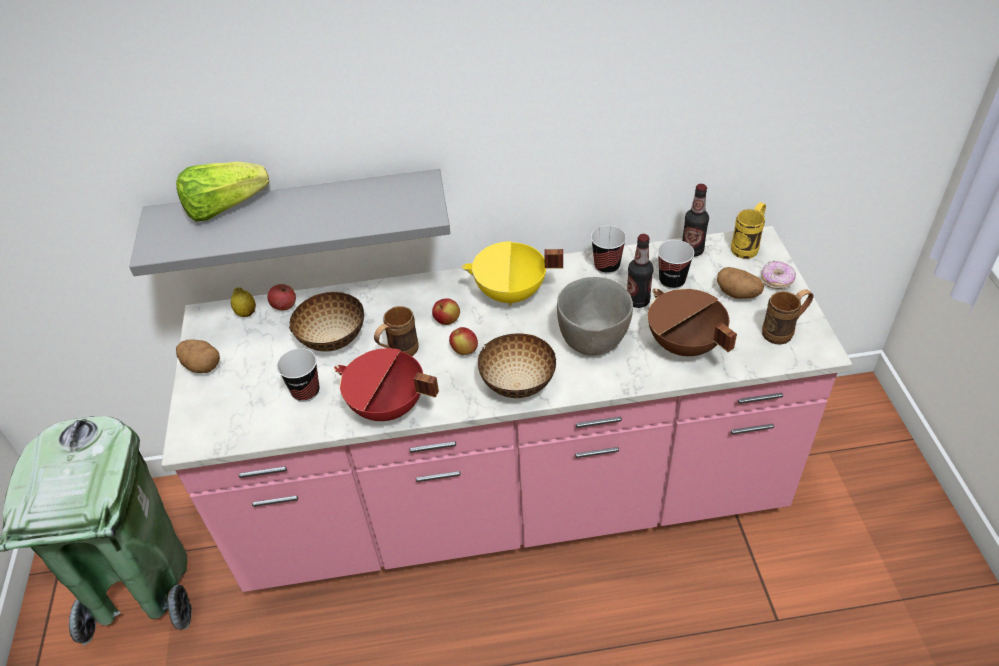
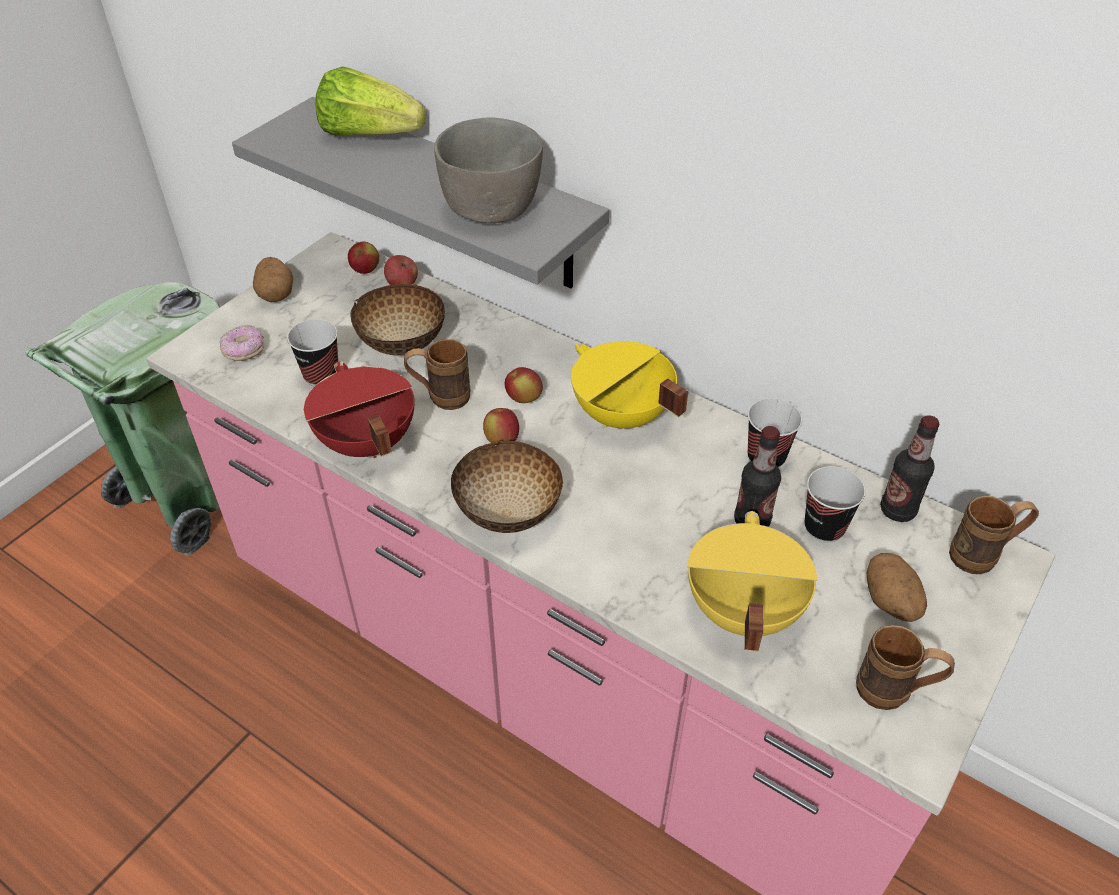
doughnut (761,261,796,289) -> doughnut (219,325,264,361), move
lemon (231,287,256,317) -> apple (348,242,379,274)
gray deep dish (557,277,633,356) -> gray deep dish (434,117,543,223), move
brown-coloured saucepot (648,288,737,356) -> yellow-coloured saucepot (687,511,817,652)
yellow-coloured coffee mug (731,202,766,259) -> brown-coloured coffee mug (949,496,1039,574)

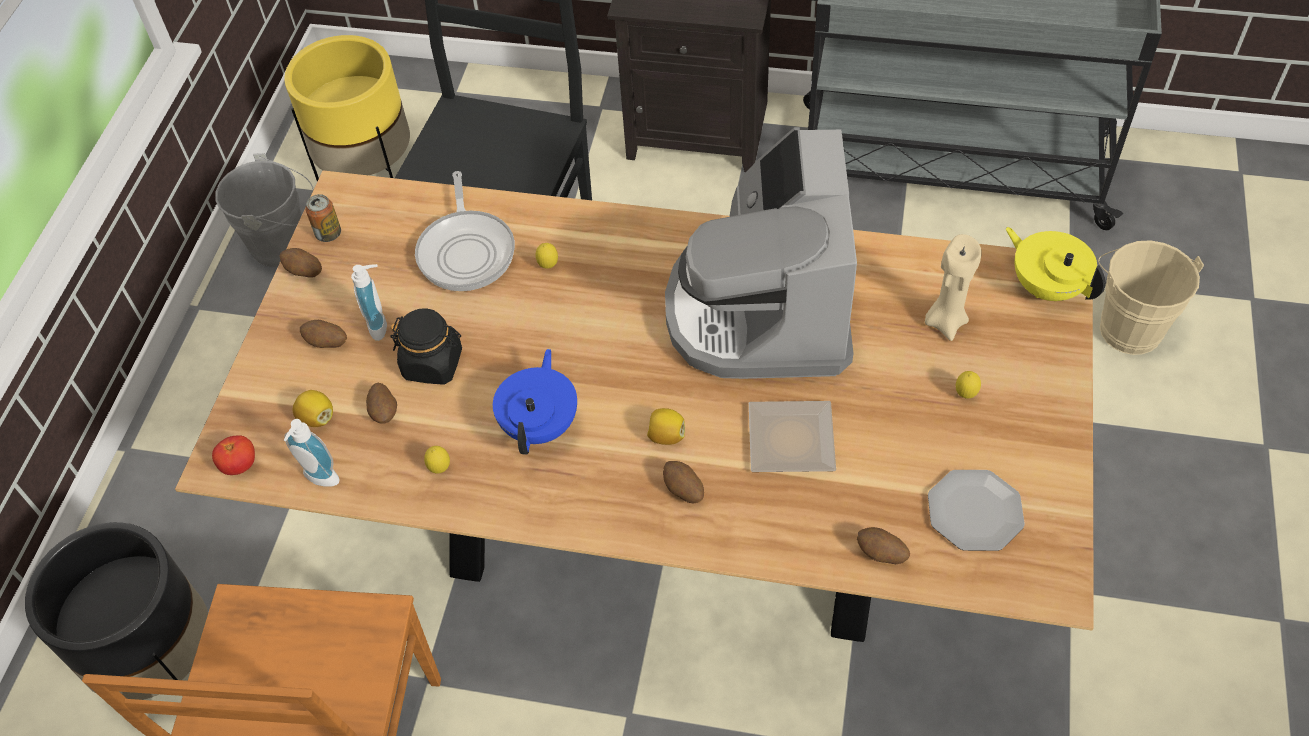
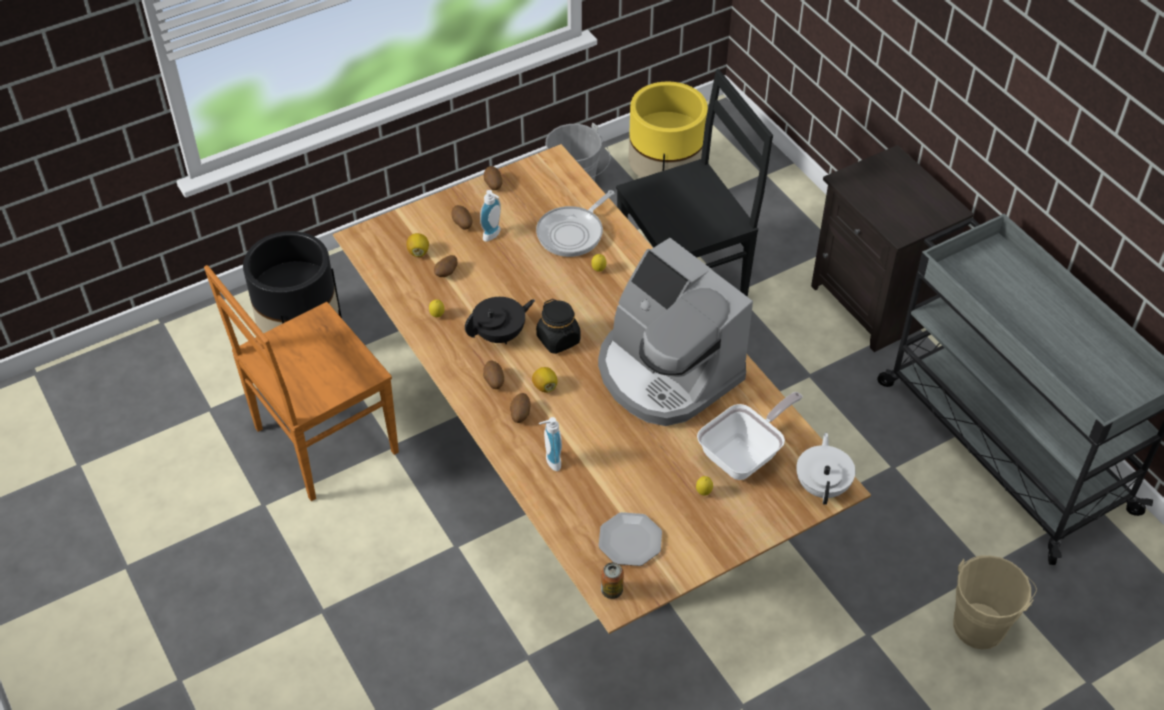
blue pot for tea (493,349,577,455) -> black-coloured pot for tea (465,297,535,344)
whole potato (857,527,910,564) -> whole potato (483,360,504,389), move
black-coloured preserve jar (390,308,462,385) -> black-coloured preserve jar (536,299,580,354), move
liquid soap bottle (284,419,340,487) -> liquid soap bottle (539,417,562,471), move
coffee brewer (665,127,857,379) -> coffee brewer (598,238,753,426), 90 degrees counterclockwise
metal can (306,194,341,242) -> metal can (601,562,624,599), move
beige wax candle (925,234,982,341) -> skillet (697,392,803,480)
yellow-coloured pot for tea (1005,227,1106,301) -> white pot for tea (796,433,855,505)
tomato (212,435,255,475) -> none
dinner plate (749,401,836,472) -> none

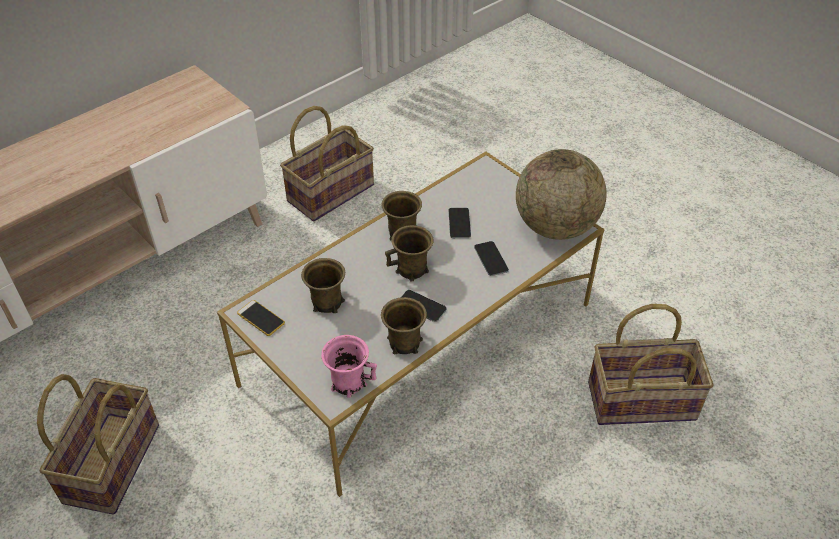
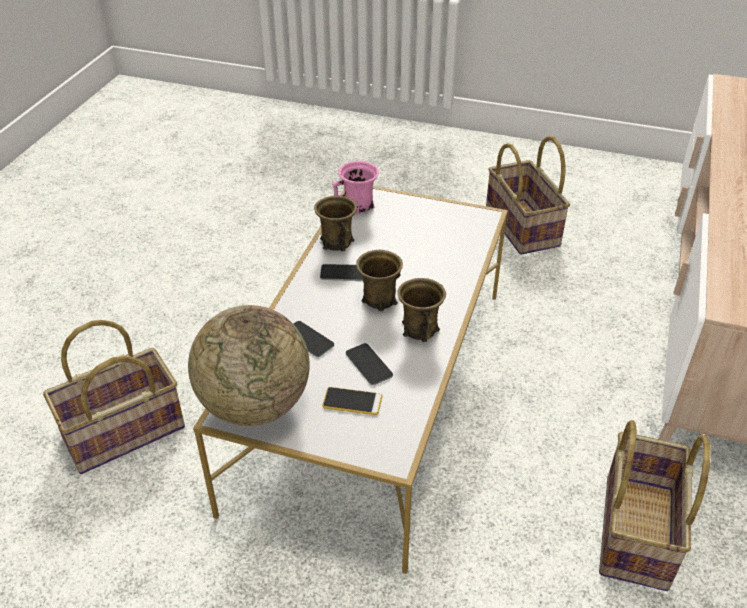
telephone (237,300,285,336) -> telephone (322,387,382,415), move
brown-coloured coffee mug (301,258,345,313) -> none

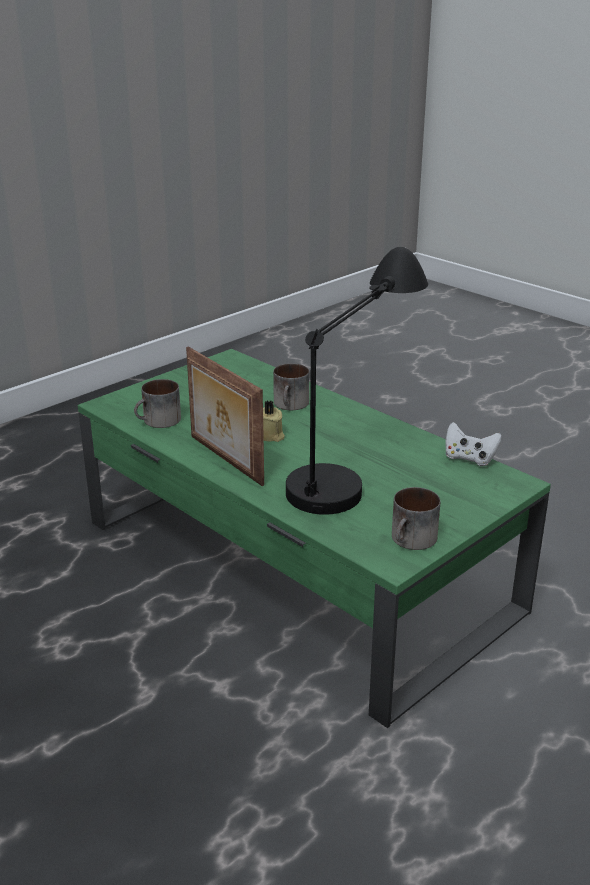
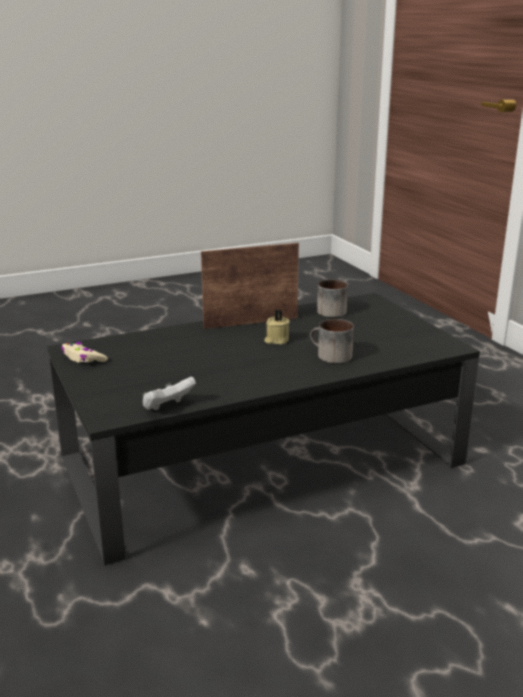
green lounge table (78,349,551,728) -> black-coloured lounge table (48,293,480,566)
coffee mug (392,487,440,550) -> beige gamepad (61,342,108,362)
black-coloured table lamp (286,247,428,515) -> none

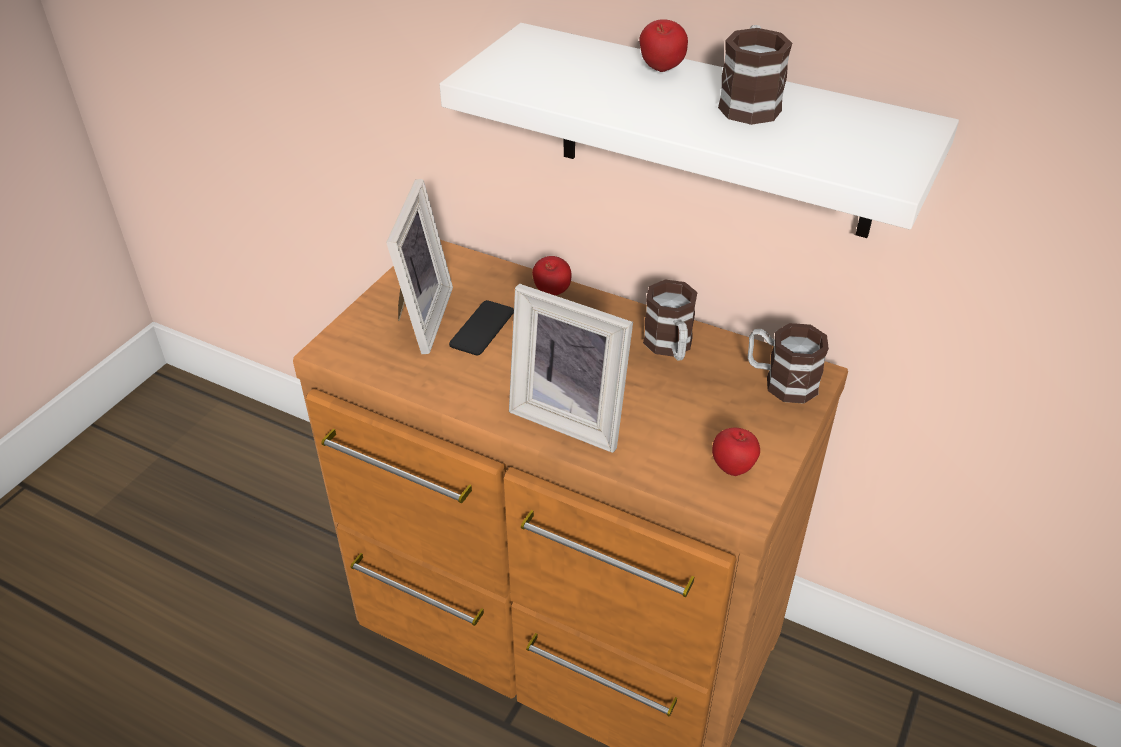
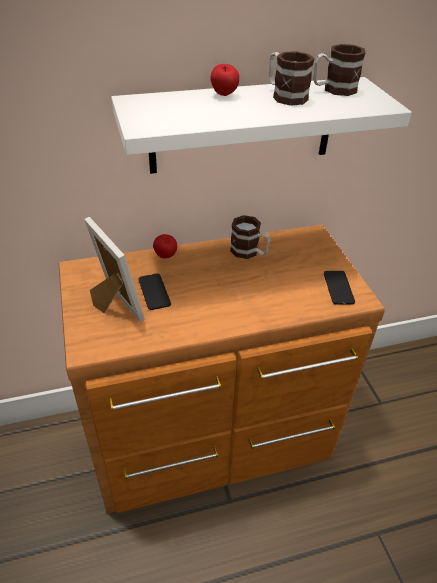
coffee mug (748,323,829,404) -> coffee mug (313,44,366,96), move
apple (712,427,760,476) -> telephone (324,271,355,305)
standing frame (509,284,633,453) -> none

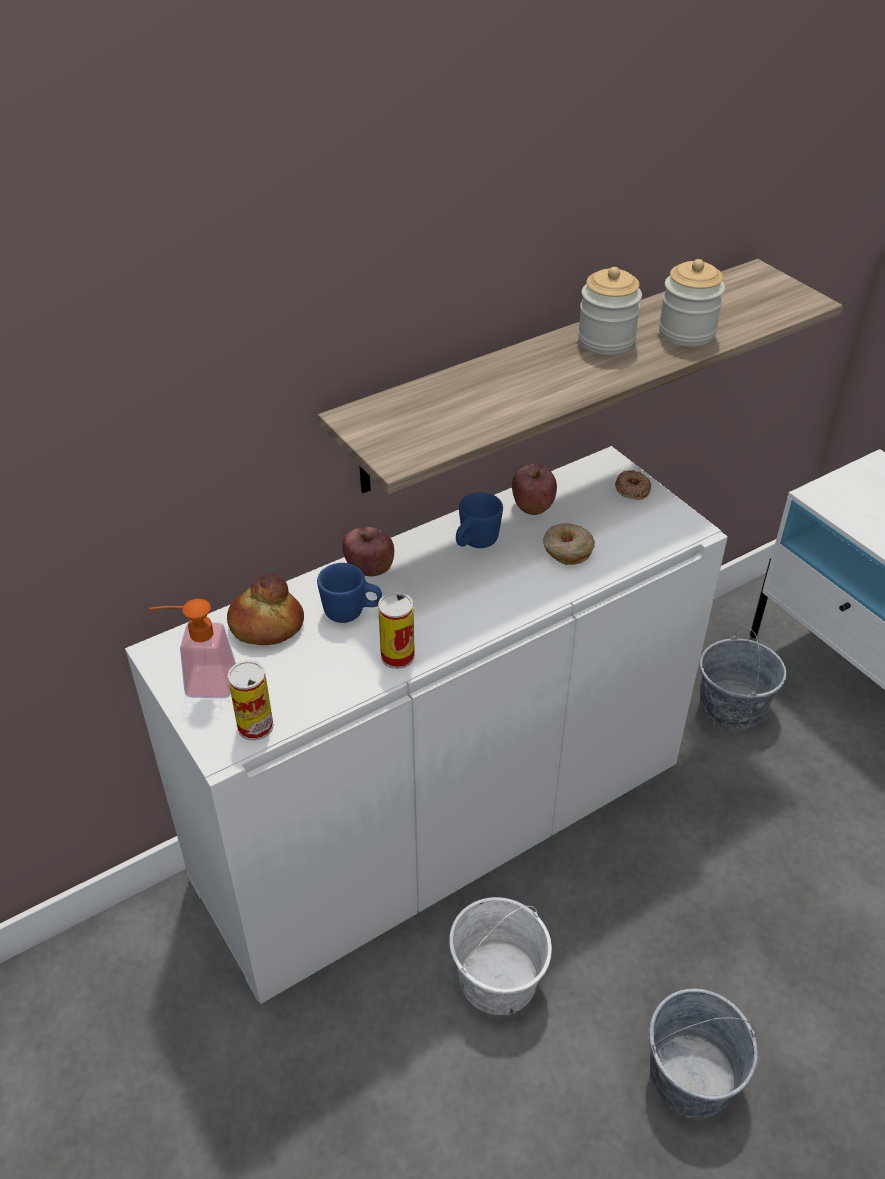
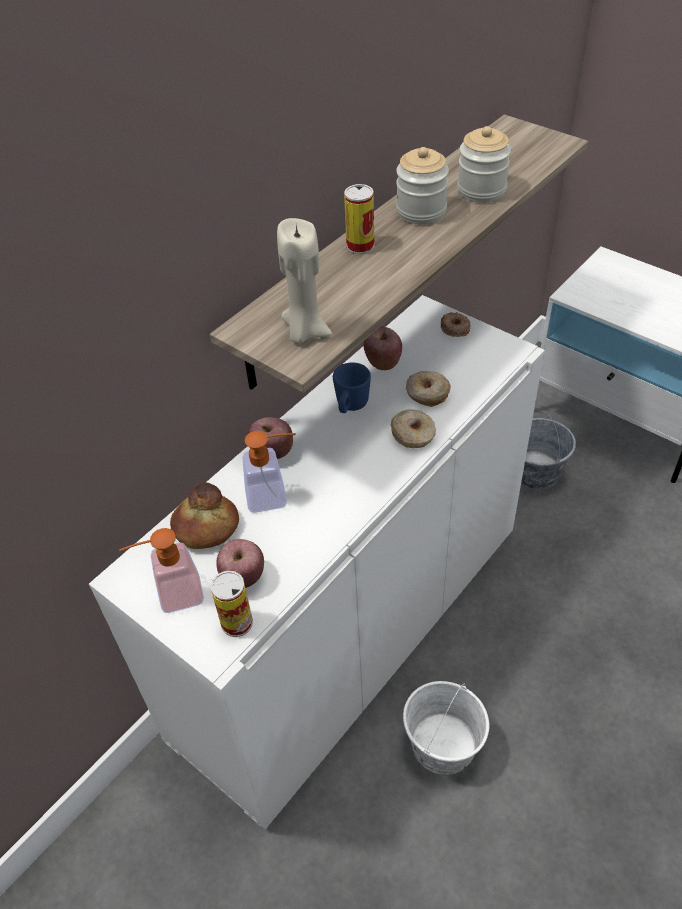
none -> apple (216,539,264,588)
blue coffee mug (317,563,382,623) -> liquid soap bottle (242,431,296,513)
none -> beige wax candle (277,218,332,344)
metal can (378,592,415,669) -> metal can (344,184,374,254), move
none -> doughnut (391,409,436,448)
gray pail (649,989,758,1117) -> none

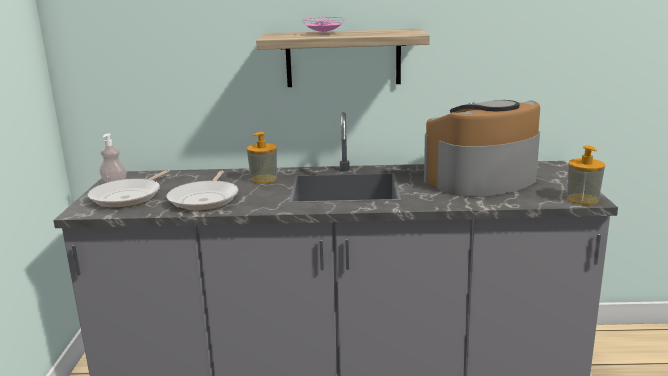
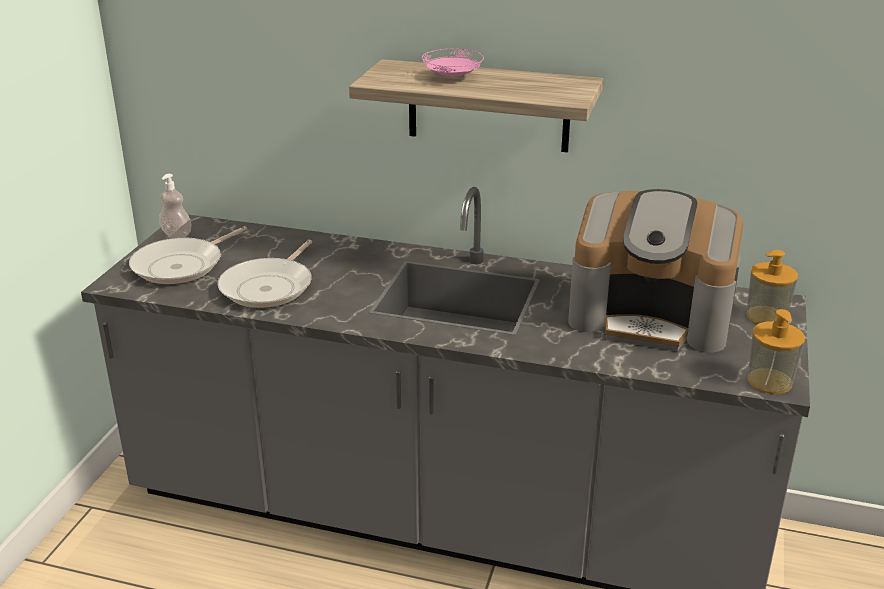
coffee brewer (424,100,540,197) -> coffee brewer (568,189,743,353), 150 degrees counterclockwise
liquid soap bottle (247,132,277,184) -> liquid soap bottle (746,250,798,324), move

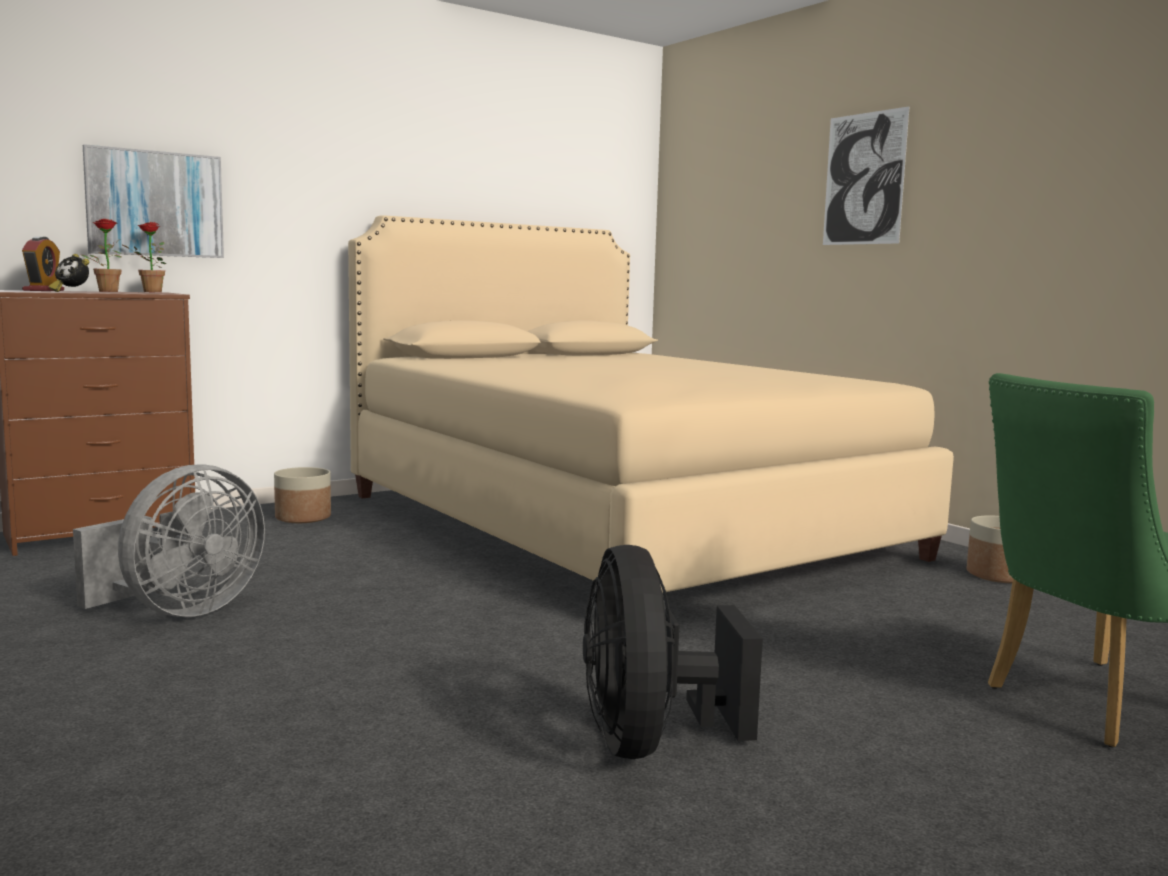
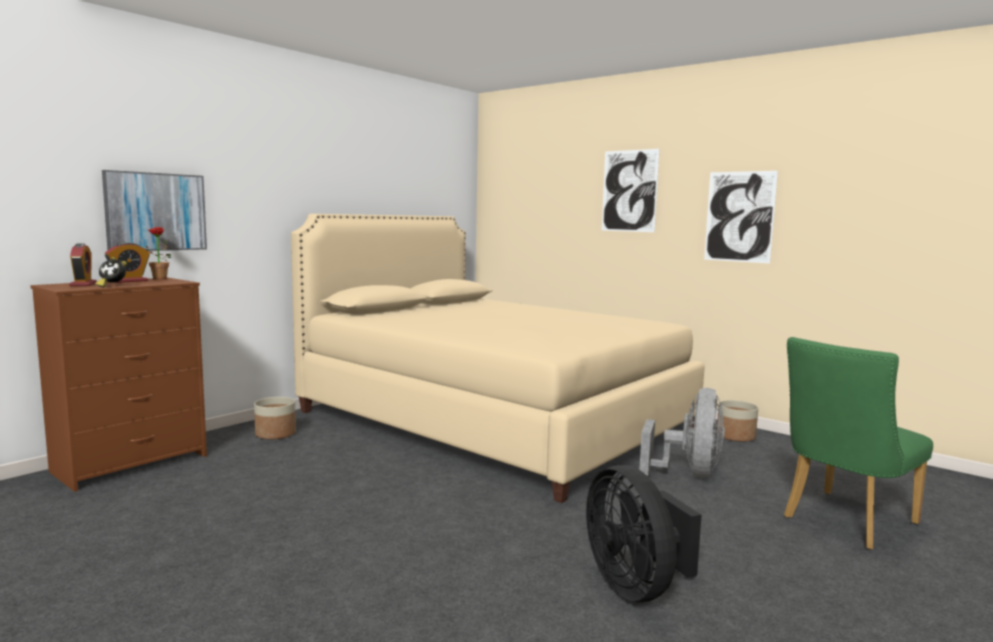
houseplant (82,219,122,292) -> alarm clock (105,242,150,283)
gray electric fan (73,464,265,617) -> gray electric fan (639,388,725,477), move
none -> wall picture (704,171,778,263)

